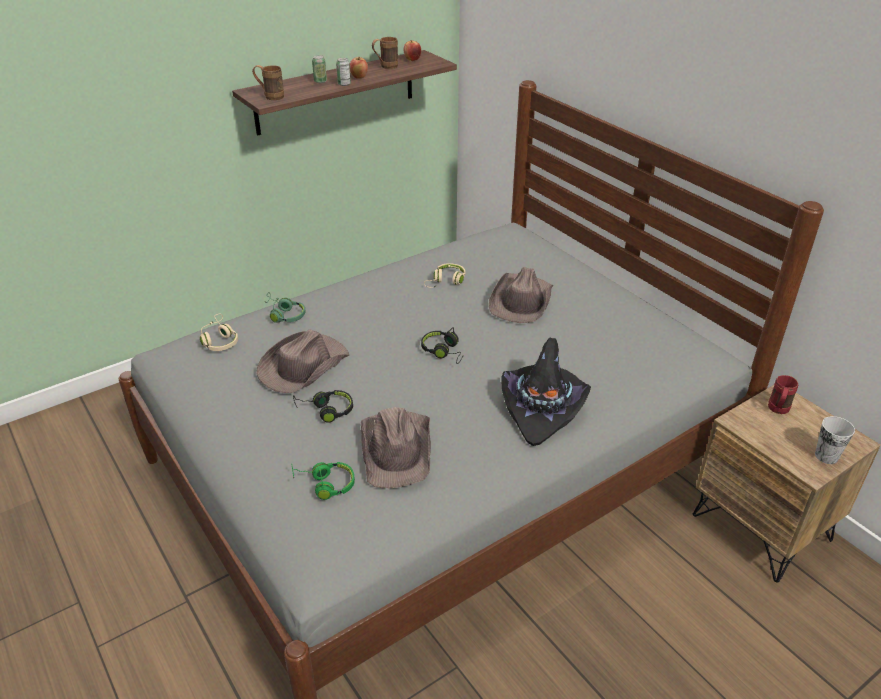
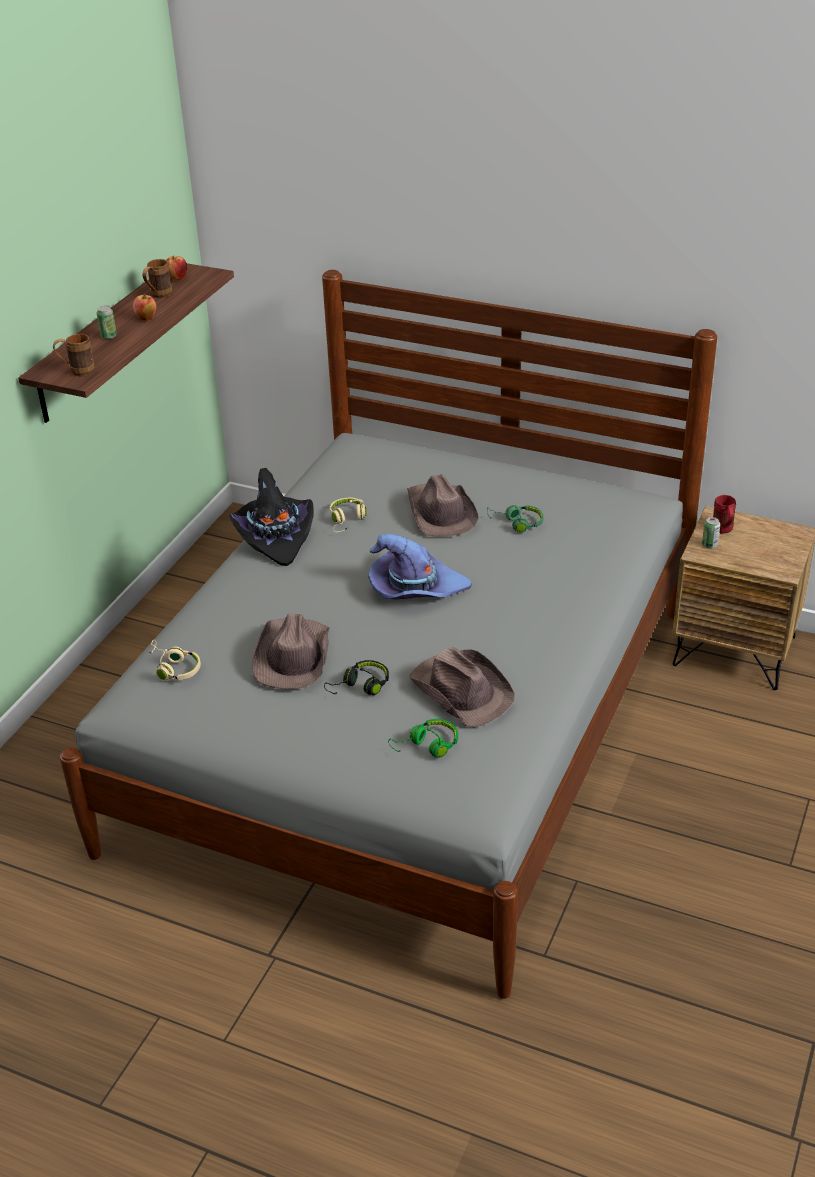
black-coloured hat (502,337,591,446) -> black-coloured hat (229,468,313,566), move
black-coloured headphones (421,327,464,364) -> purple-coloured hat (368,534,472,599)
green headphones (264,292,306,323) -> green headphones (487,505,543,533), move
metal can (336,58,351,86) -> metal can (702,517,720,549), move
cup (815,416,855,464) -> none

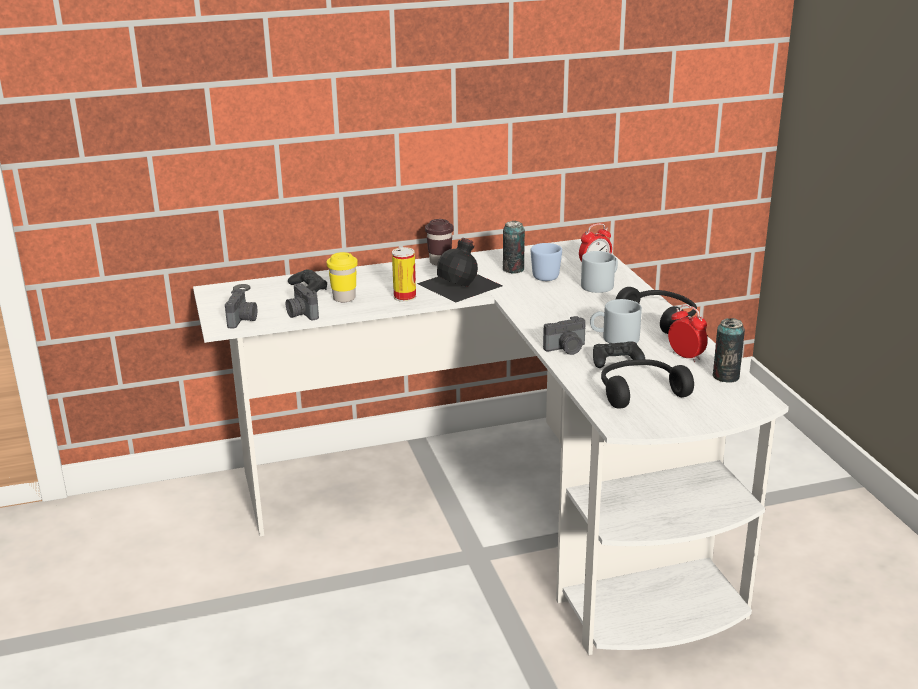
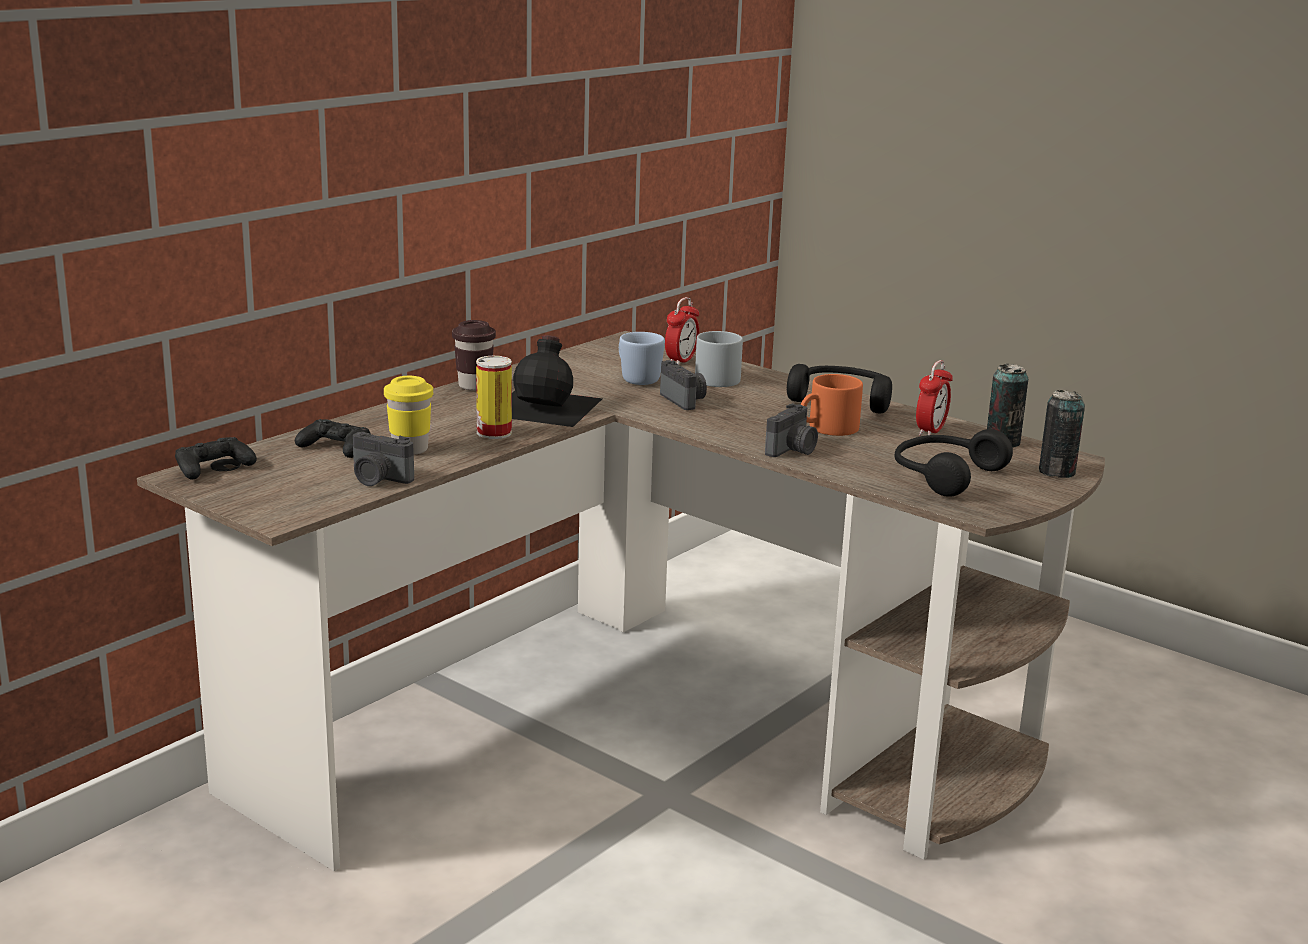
white desk (193,239,789,655) -> brown-coloured desk (137,331,1105,871)
black-coloured gamepad (593,341,645,368) -> black-coloured gamepad (175,437,257,480), move
photo camera (225,289,257,329) -> photo camera (660,360,707,410), move
gray coffee mug (590,299,642,344) -> orange coffee mug (801,374,863,436)
alarm clock (668,305,708,362) -> alarm clock (916,360,953,436), 105 degrees clockwise
metal can (503,221,525,274) -> metal can (1039,390,1085,478), move

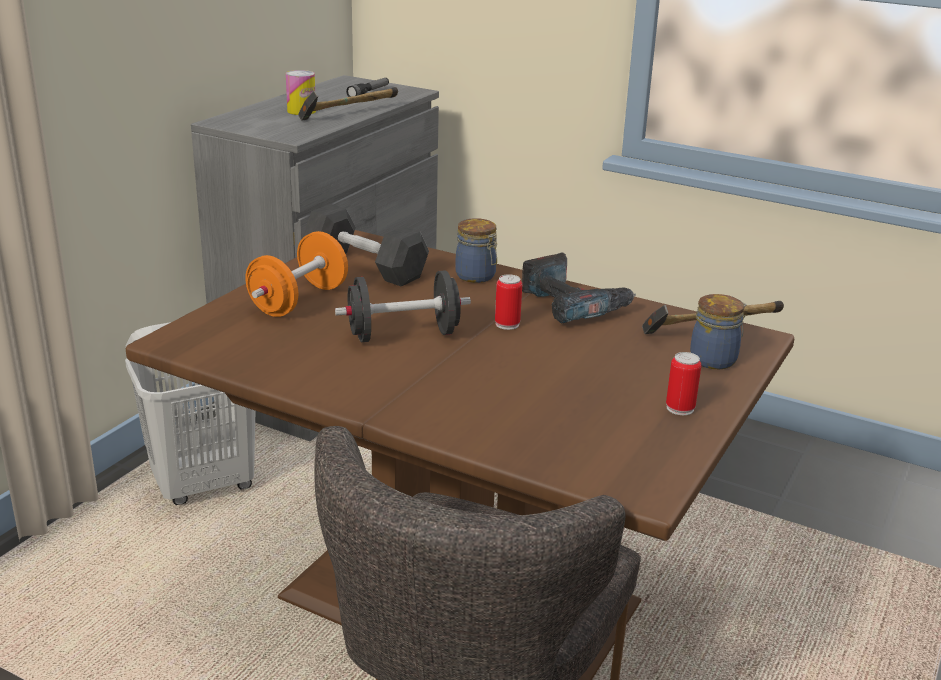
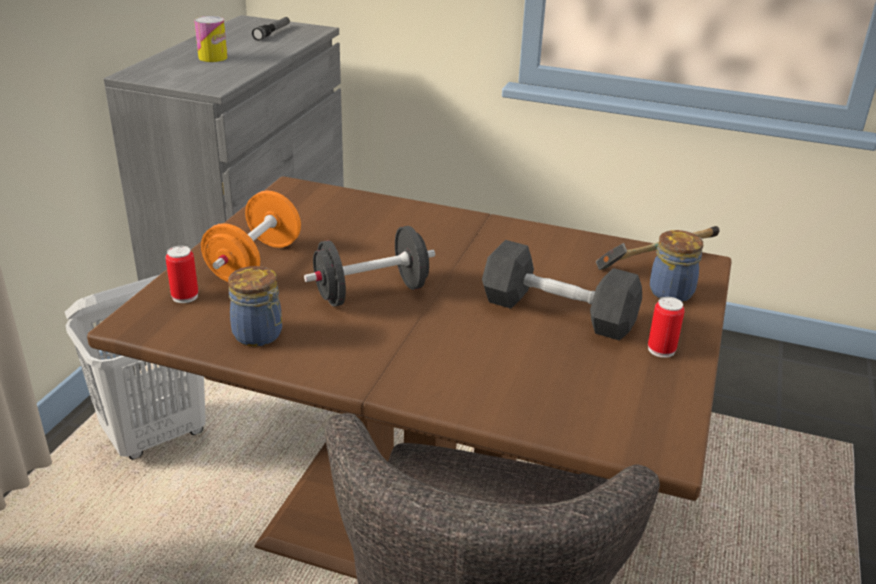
metal can (495,274,522,330) -> metal can (165,246,198,303), move
preserve jar (455,218,497,283) -> preserve jar (228,266,282,346), move
black-coloured dumbbell (302,204,429,286) -> black-coloured dumbbell (482,240,642,341), move
tool hammer (298,87,398,121) -> none
power drill (522,252,636,323) -> none

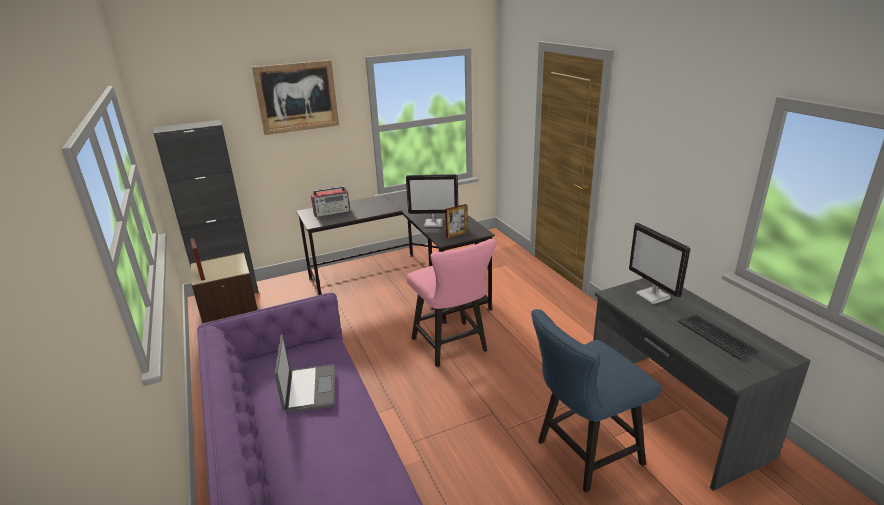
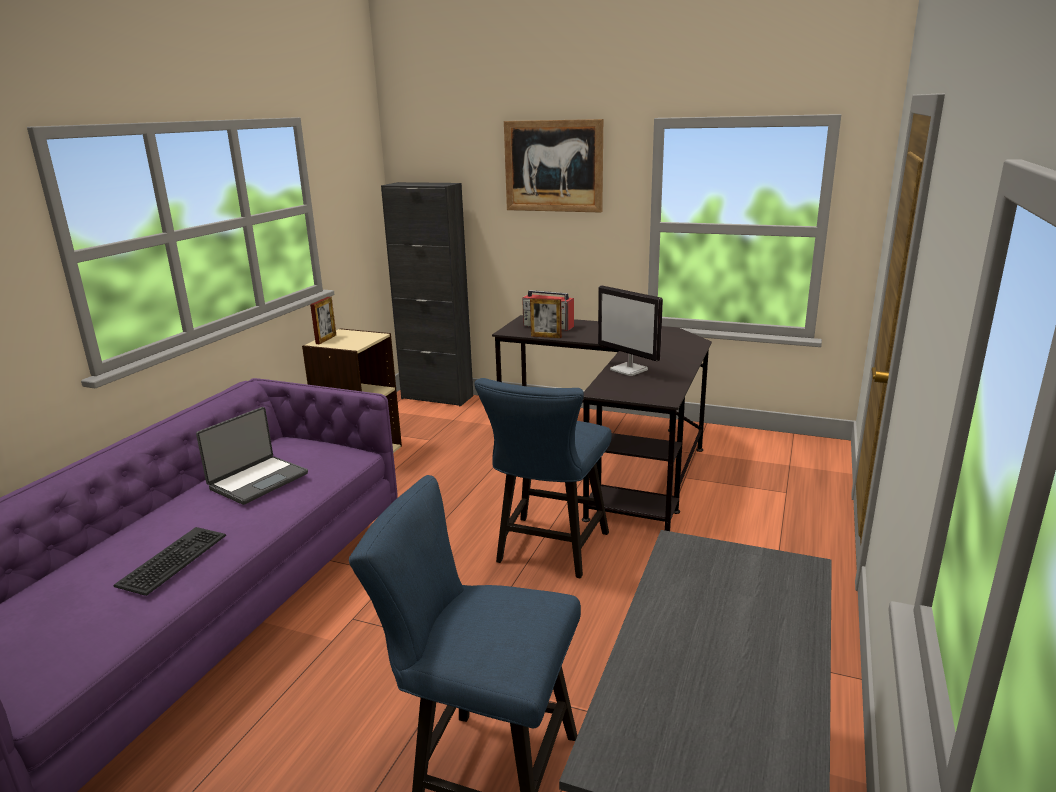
PC keyboard (678,315,758,360) -> PC keyboard (114,527,226,596), move
pinkish plain chair (407,239,497,367) -> blue plain chair (474,378,612,578)
standing frame (445,204,468,238) -> standing frame (530,298,562,338), move
monitor (629,223,690,304) -> none

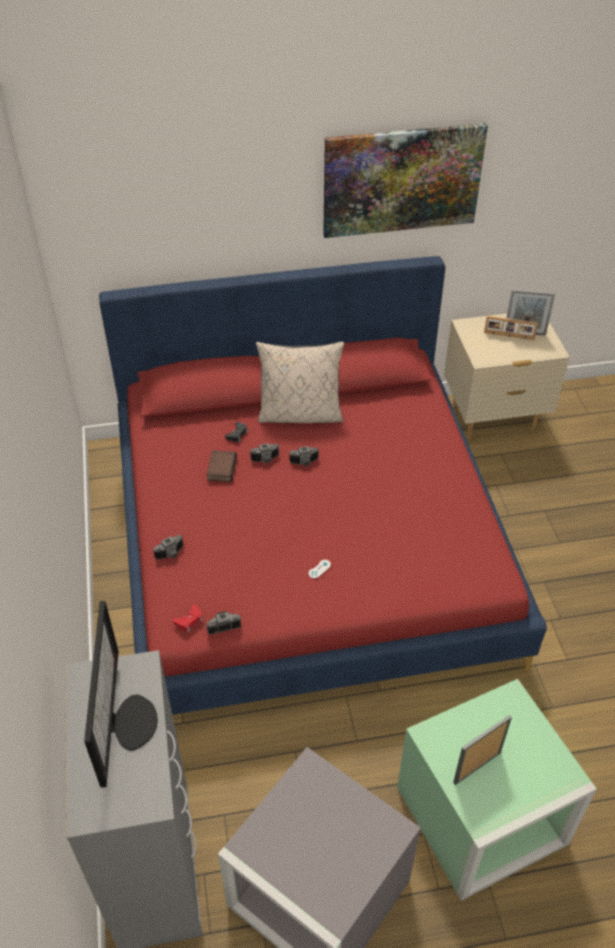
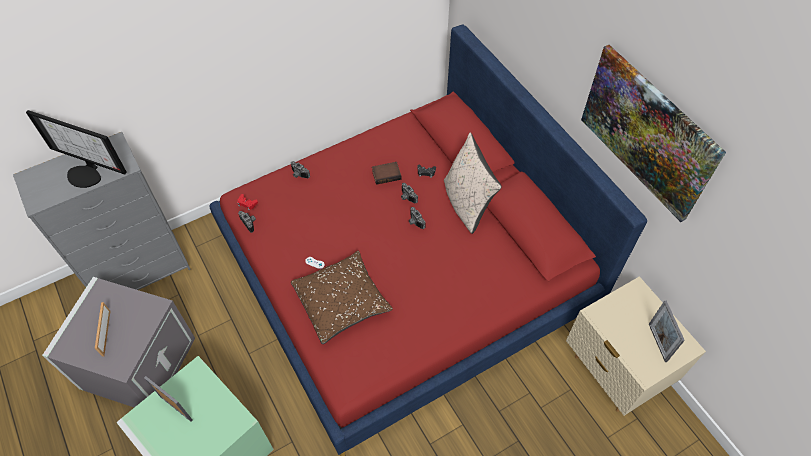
monitor (84,601,158,788) -> monitor (26,110,127,188), 45 degrees clockwise
standing frame (484,316,538,340) -> standing frame (95,302,110,357), move
none -> brown-coloured cushion (291,250,393,344)

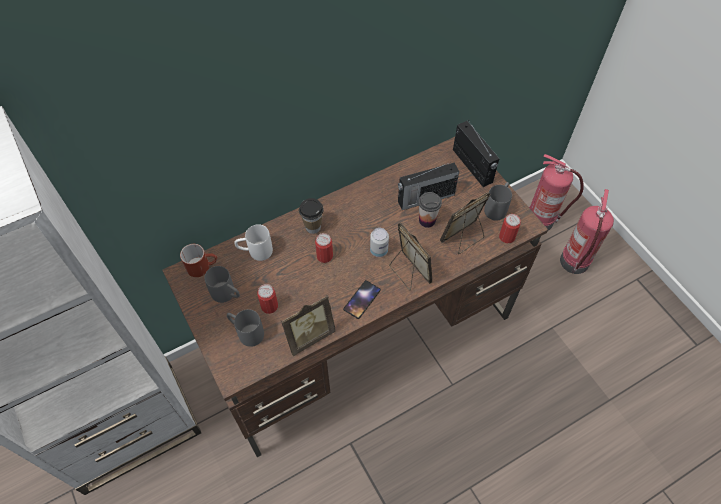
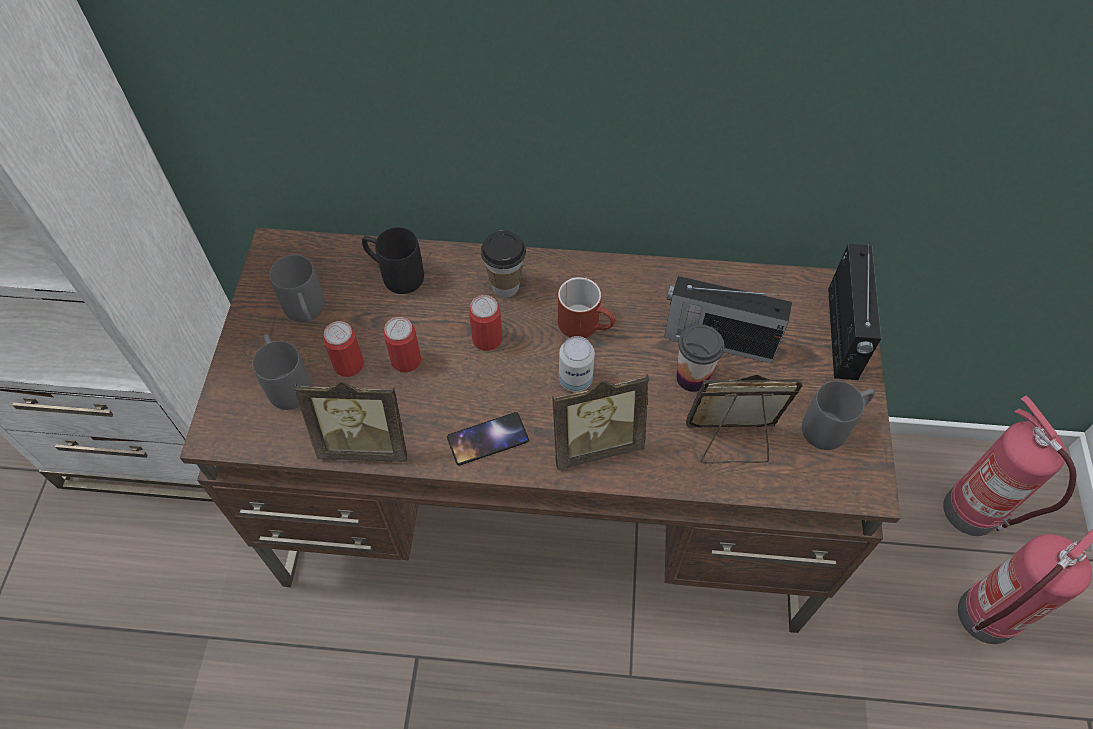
white coffee mug (234,224,273,261) -> black-coloured coffee mug (362,227,424,294)
metal can (499,214,521,243) -> metal can (384,317,421,373), move
standing frame (389,222,432,291) -> standing frame (552,374,649,470), 75 degrees clockwise
reddish coffee mug (180,244,217,277) -> reddish coffee mug (557,277,615,338), move

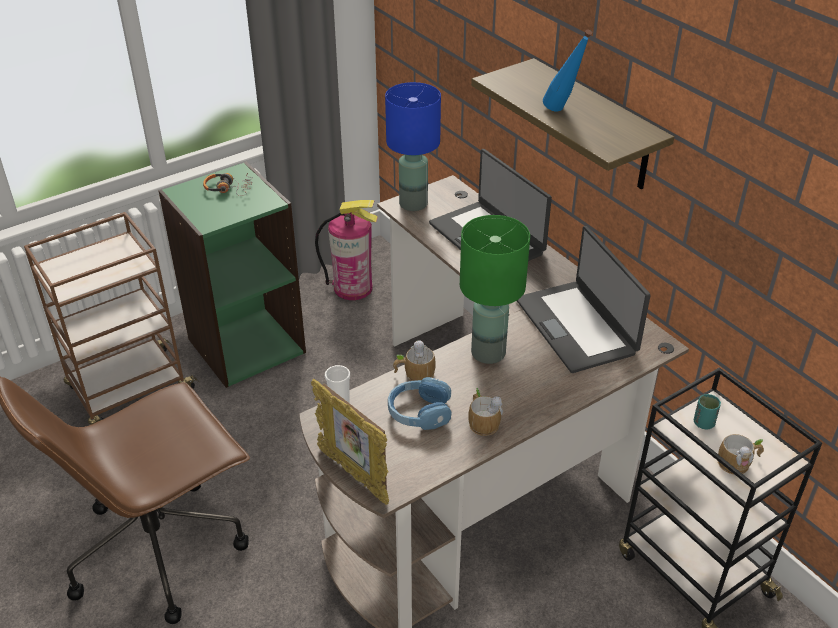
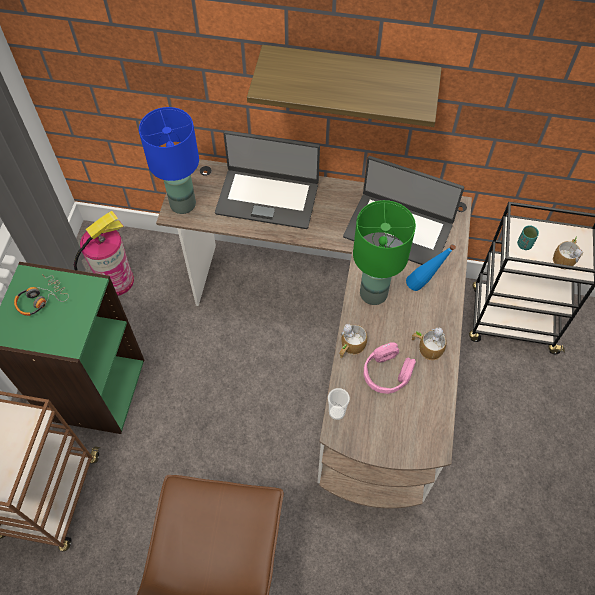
blue headphones (388,377,452,430) -> pinkish headphones (364,342,416,394)
blue drink bottle (543,30,592,112) -> blue drink bottle (406,244,456,291), move
standing frame (311,379,389,505) -> none

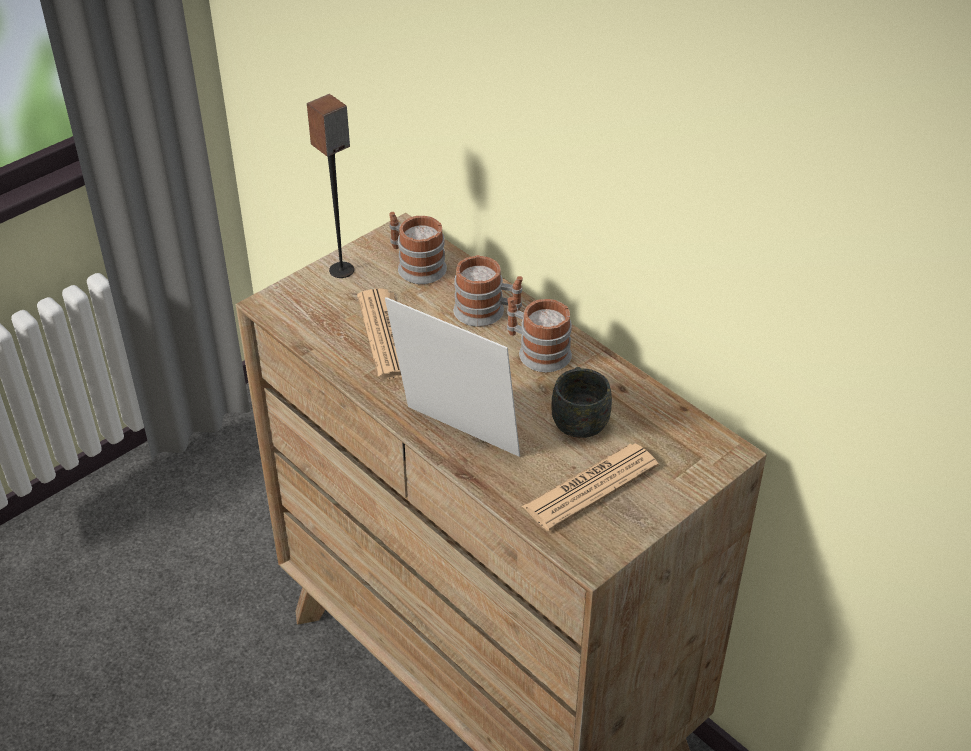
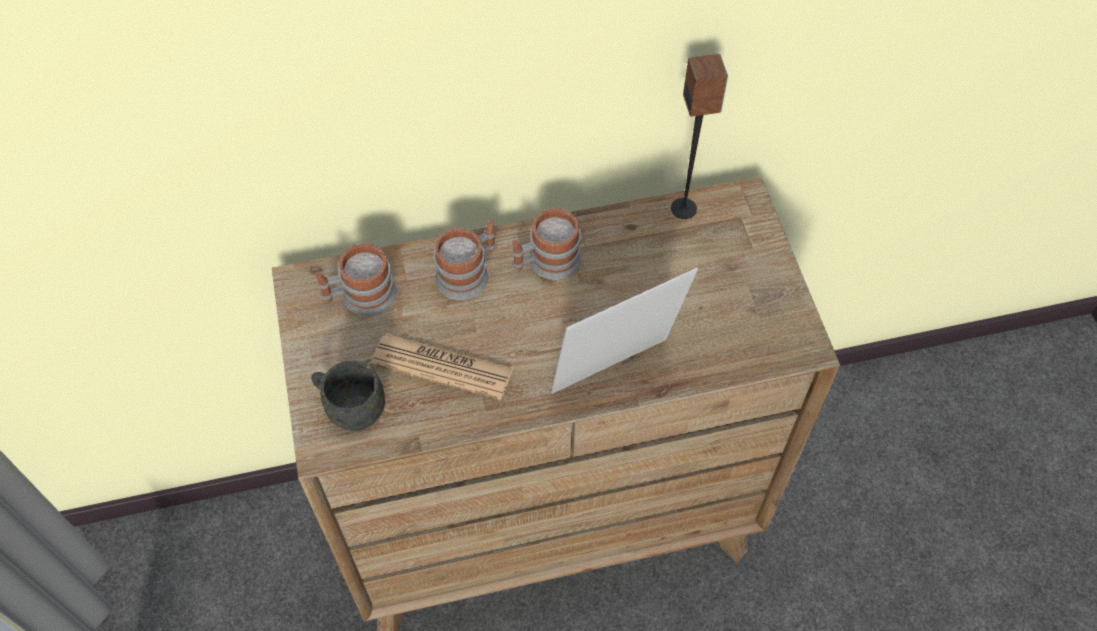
gray coffee mug (552,367,612,438) -> gray coffee mug (311,360,385,431), move
audio speaker (307,94,354,278) -> audio speaker (671,54,728,219), move
printed paper (522,444,659,531) -> none

